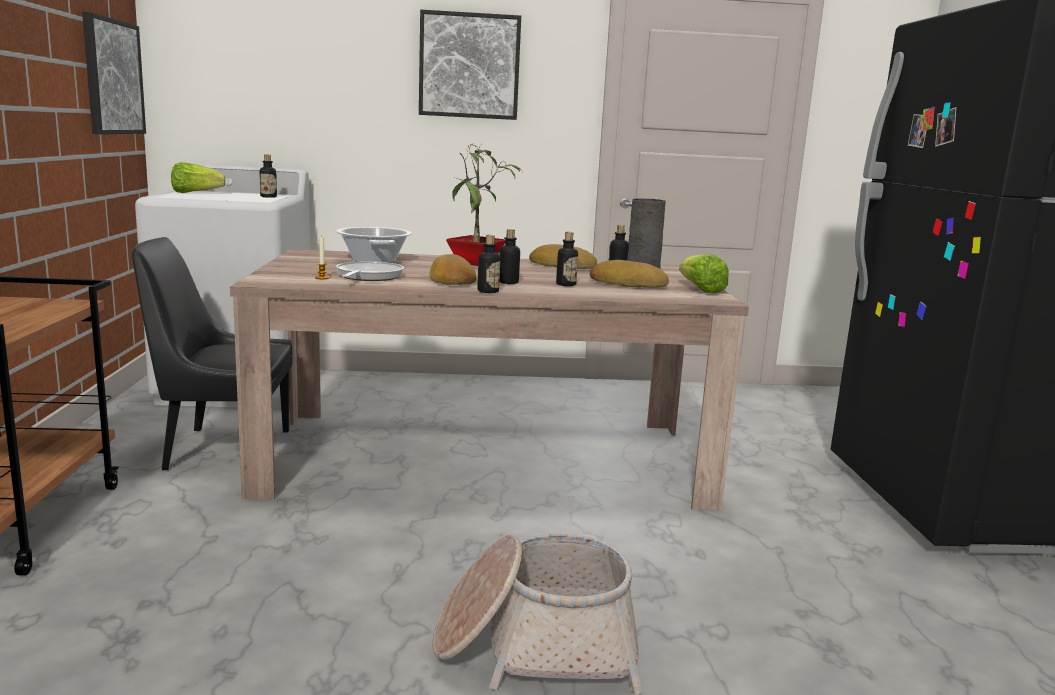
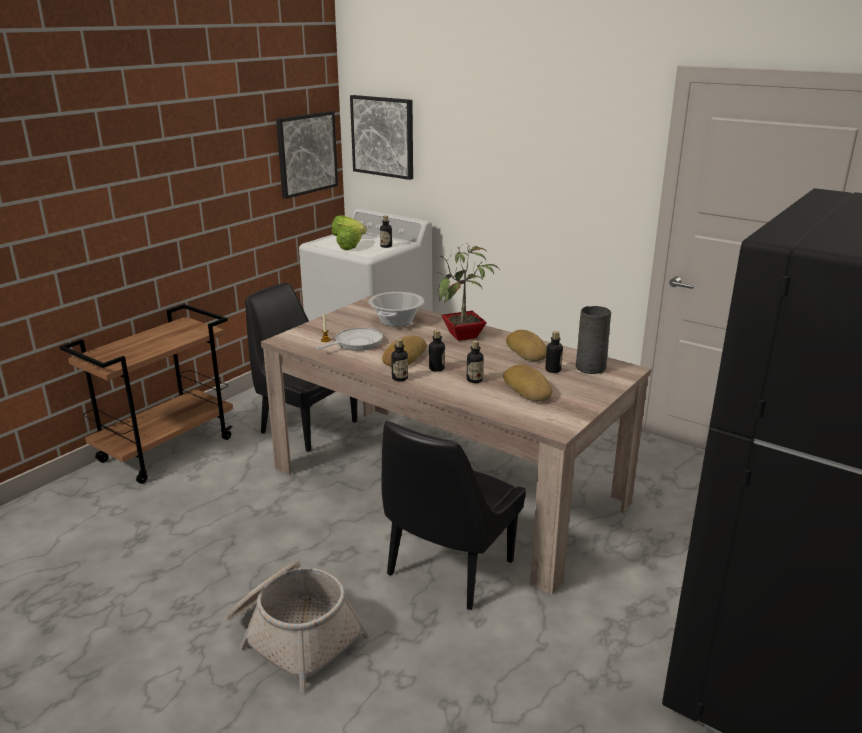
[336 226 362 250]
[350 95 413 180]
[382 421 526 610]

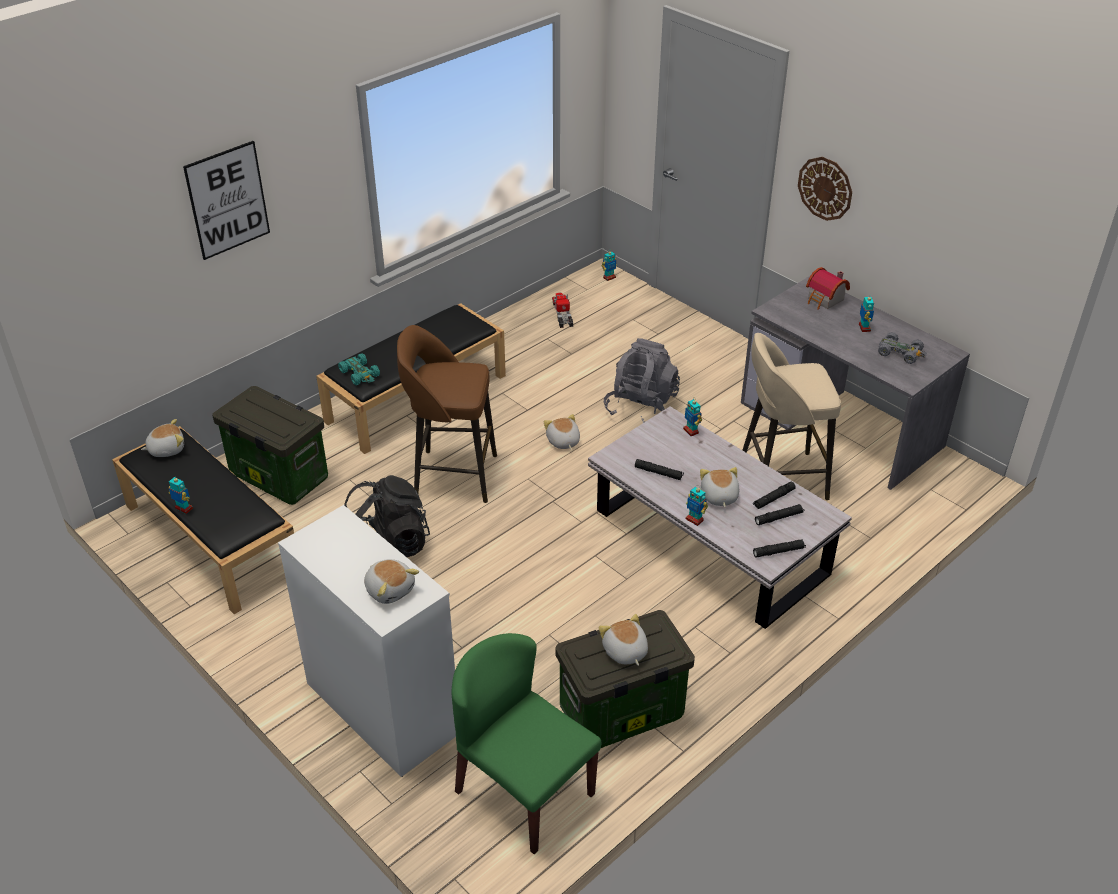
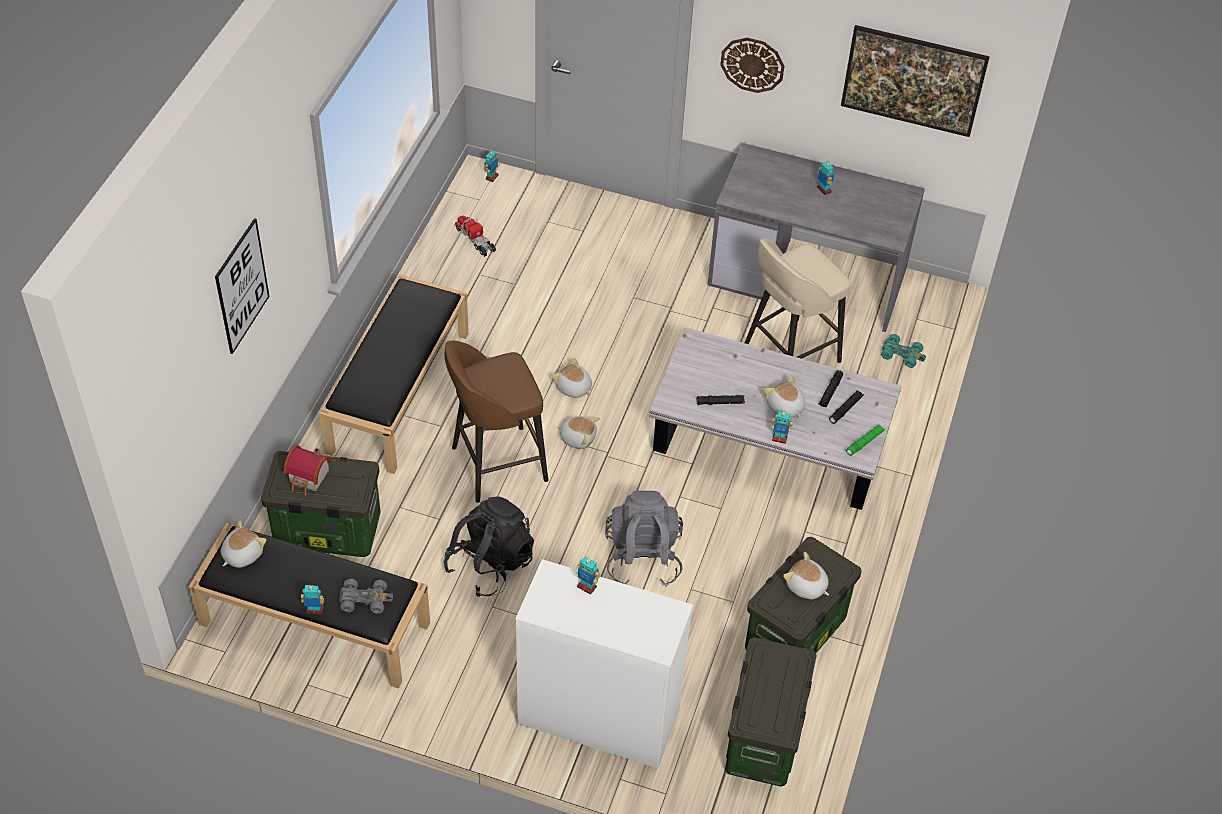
[284 445 332 496]
[340 579 393 614]
[557 416 600 449]
[576 557 601 595]
[605 491 683 587]
[725 637 817 787]
[841 25 990 137]
[846 425 885 456]
[881 334 926 368]

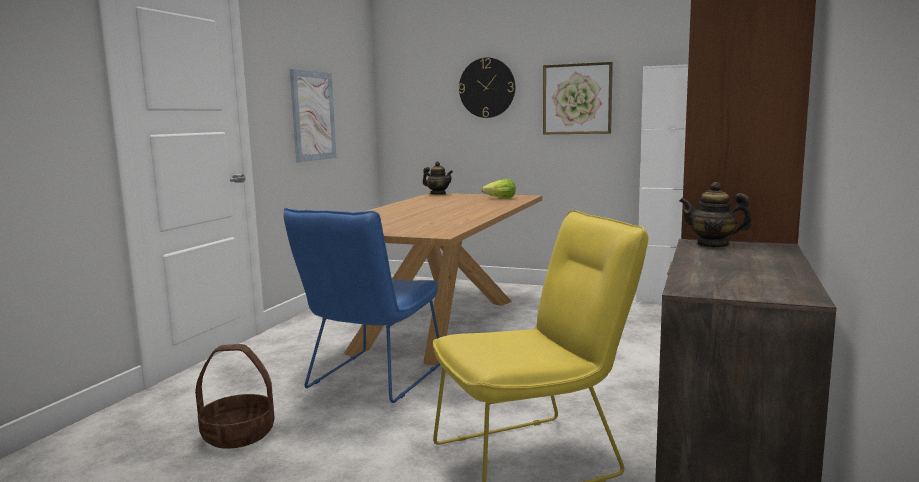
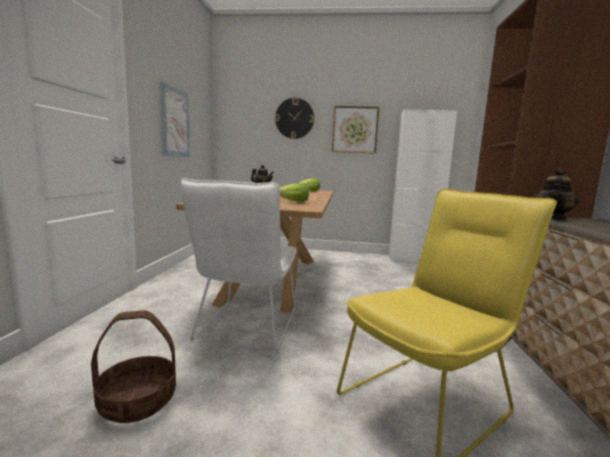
[180 178 296 351]
[279 183 309 202]
[533 168 579 221]

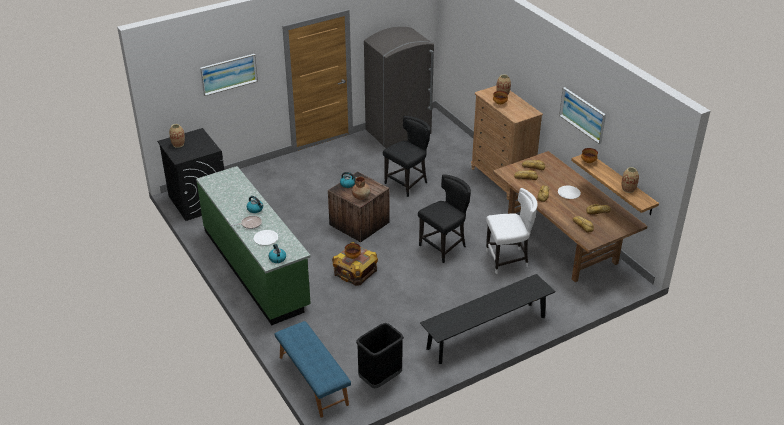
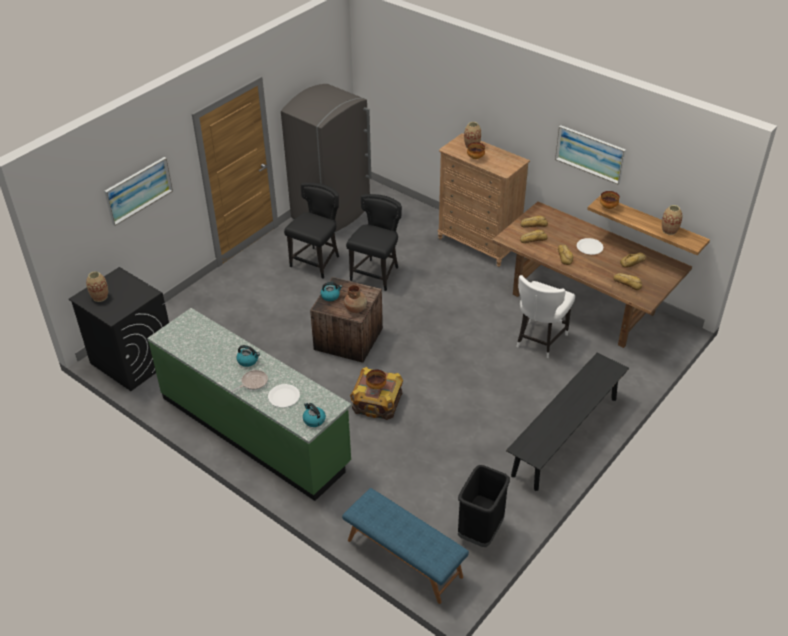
[284 183 339 279]
[516 275 575 358]

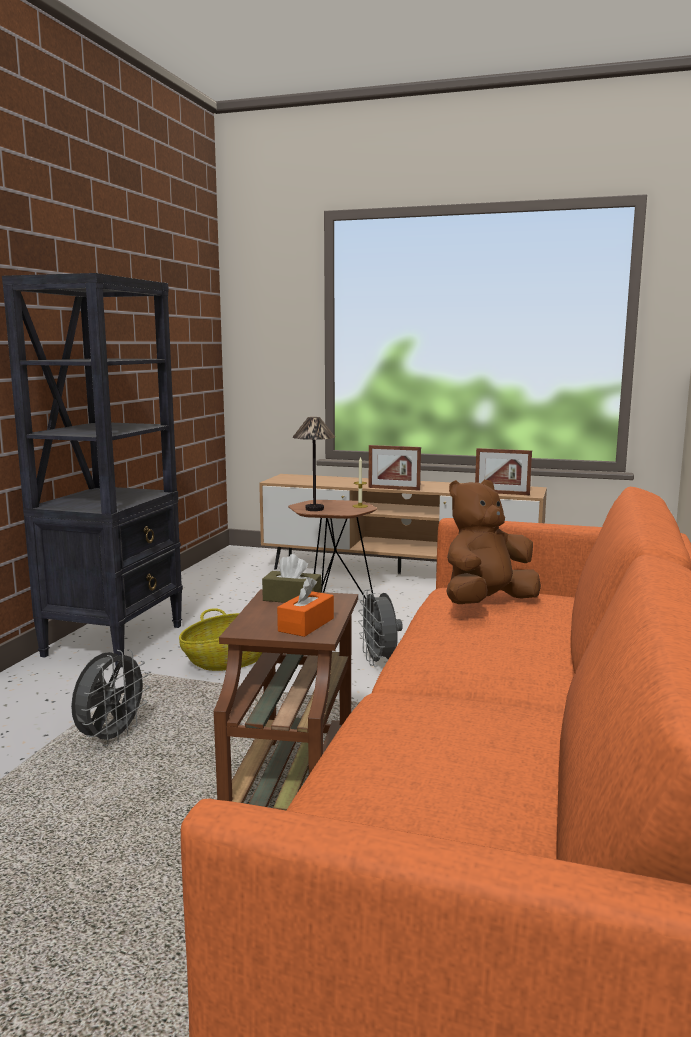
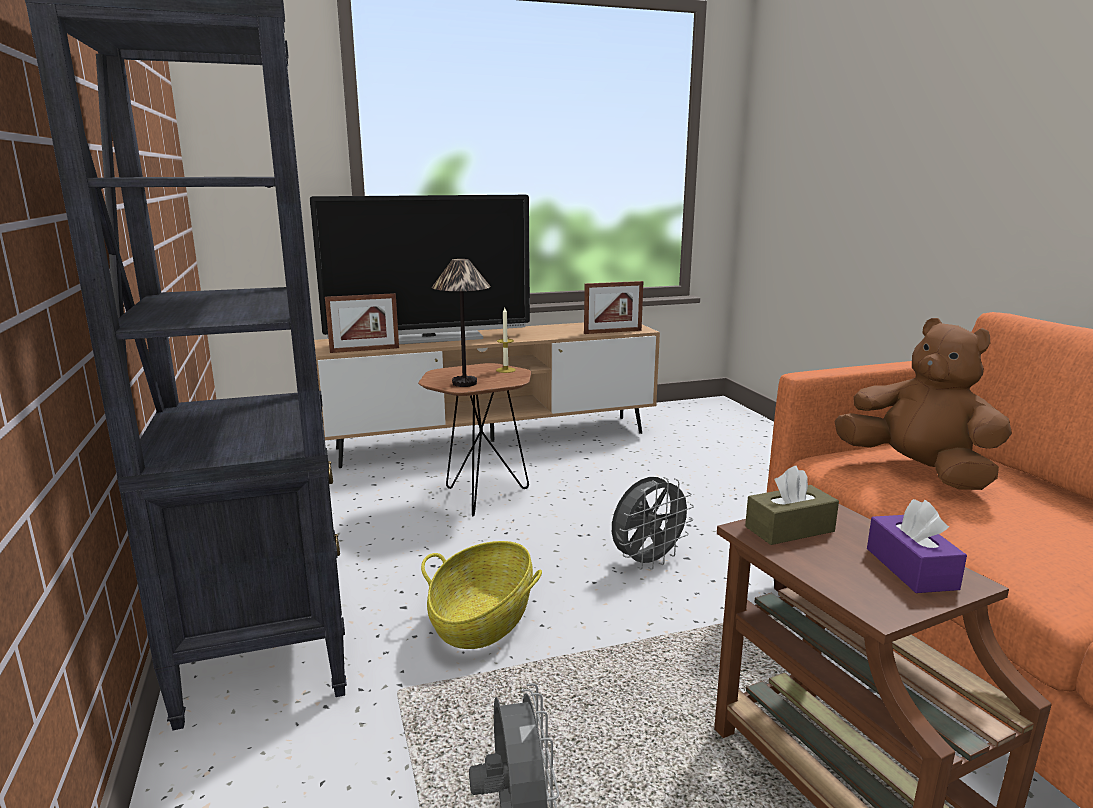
[310 195 530 344]
[325 293 399 353]
[612 477 694 570]
[834 318 1012 490]
[867 499 967 593]

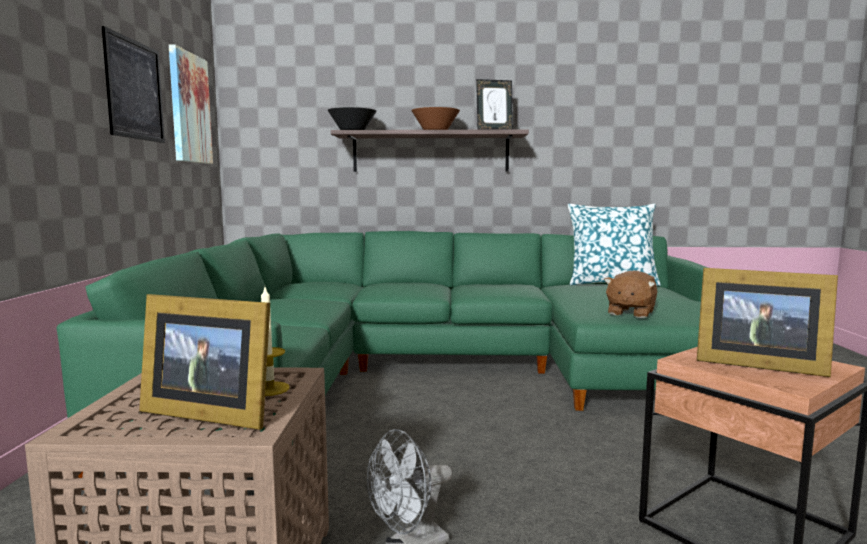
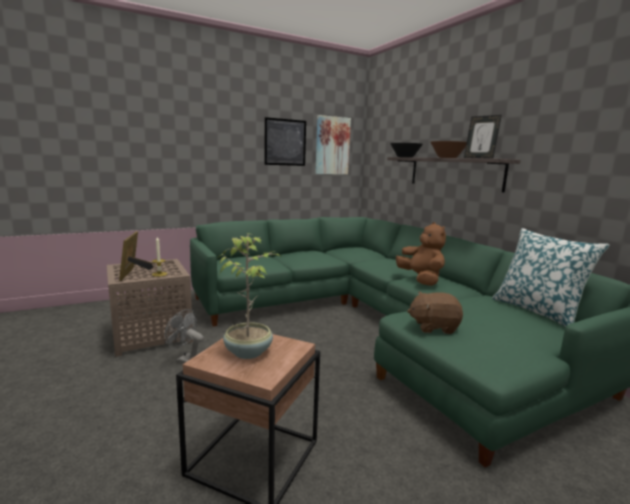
[218 233 280 359]
[396 222 446 286]

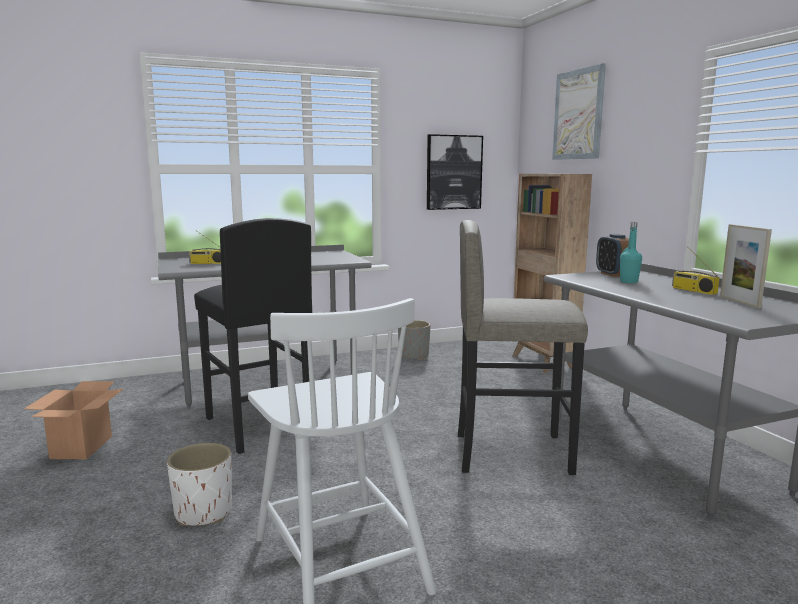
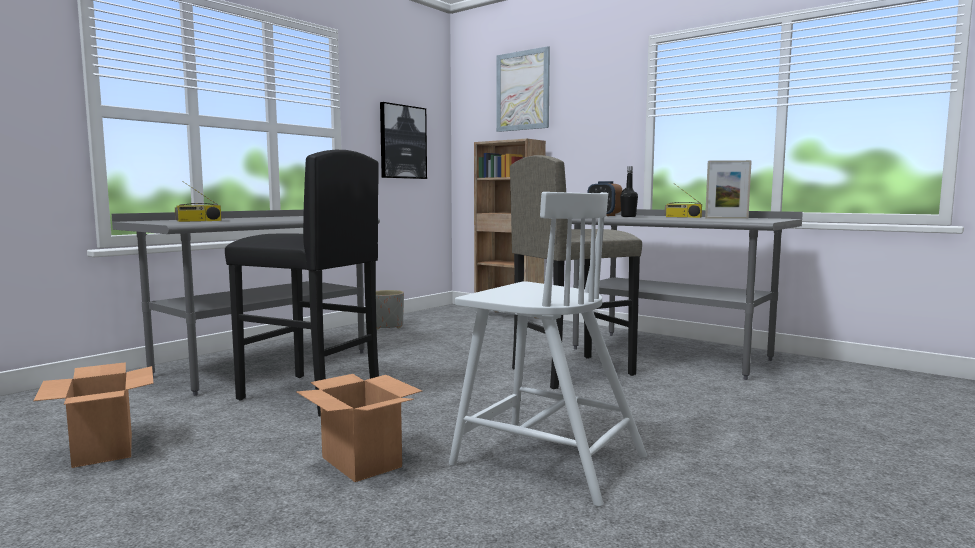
[296 374 422 482]
[620 166 638 217]
[705 160 752 219]

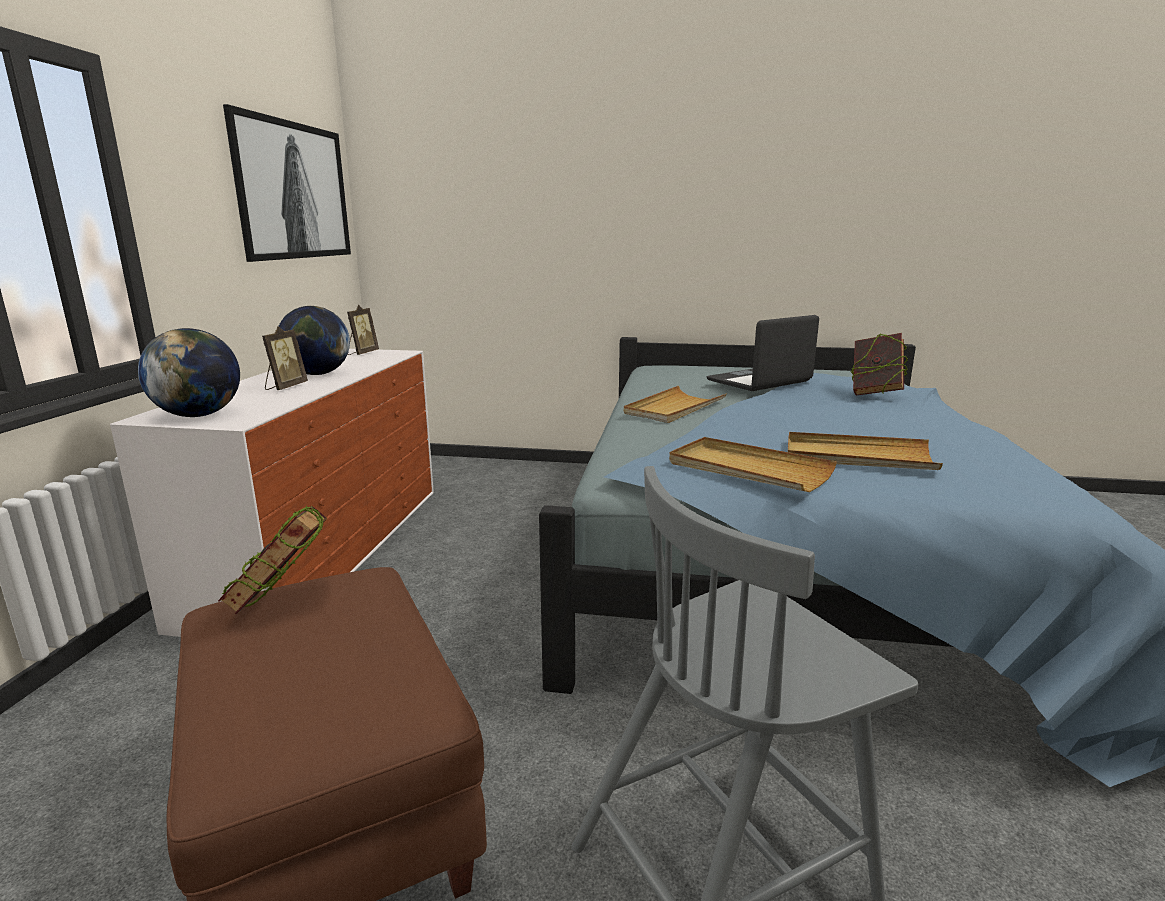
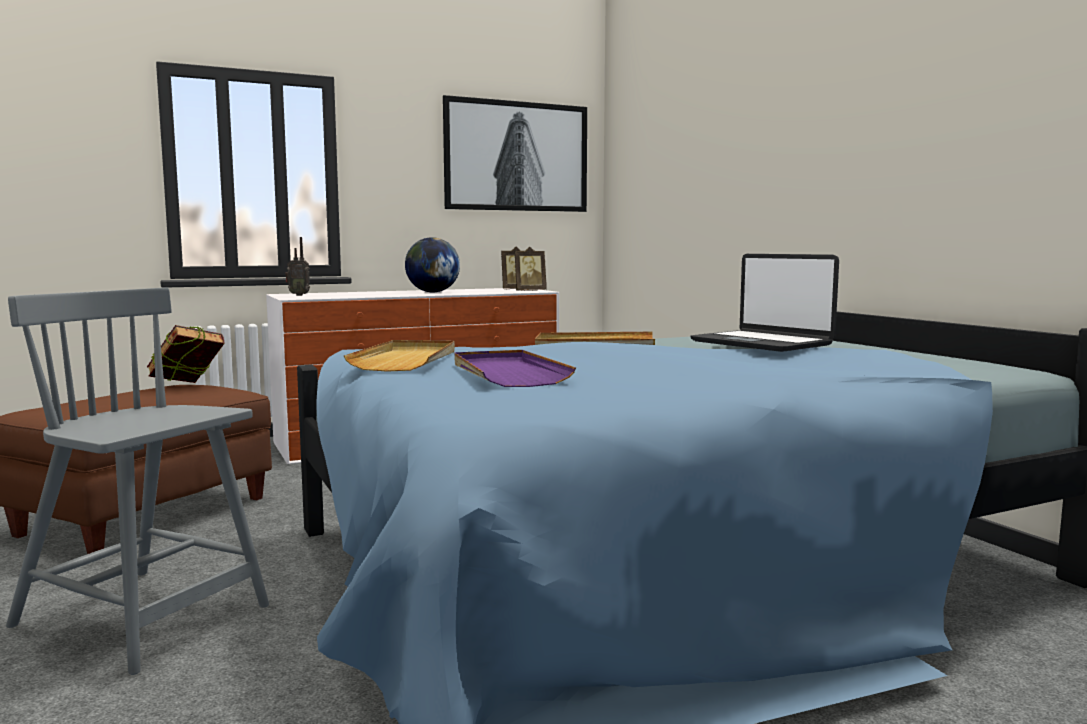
[285 237 310 296]
[455 350 576 387]
[515 247 547 291]
[690 254 839 352]
[851 333 908 396] (first image)

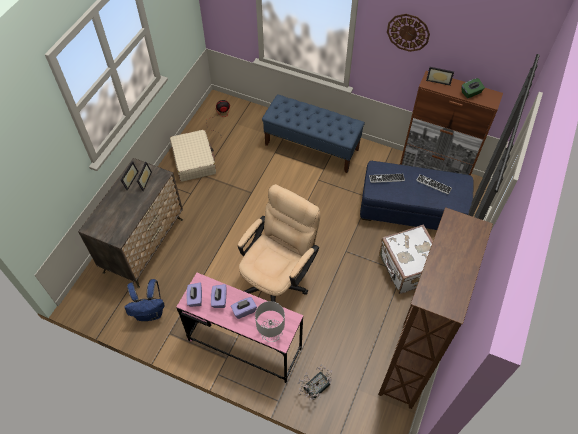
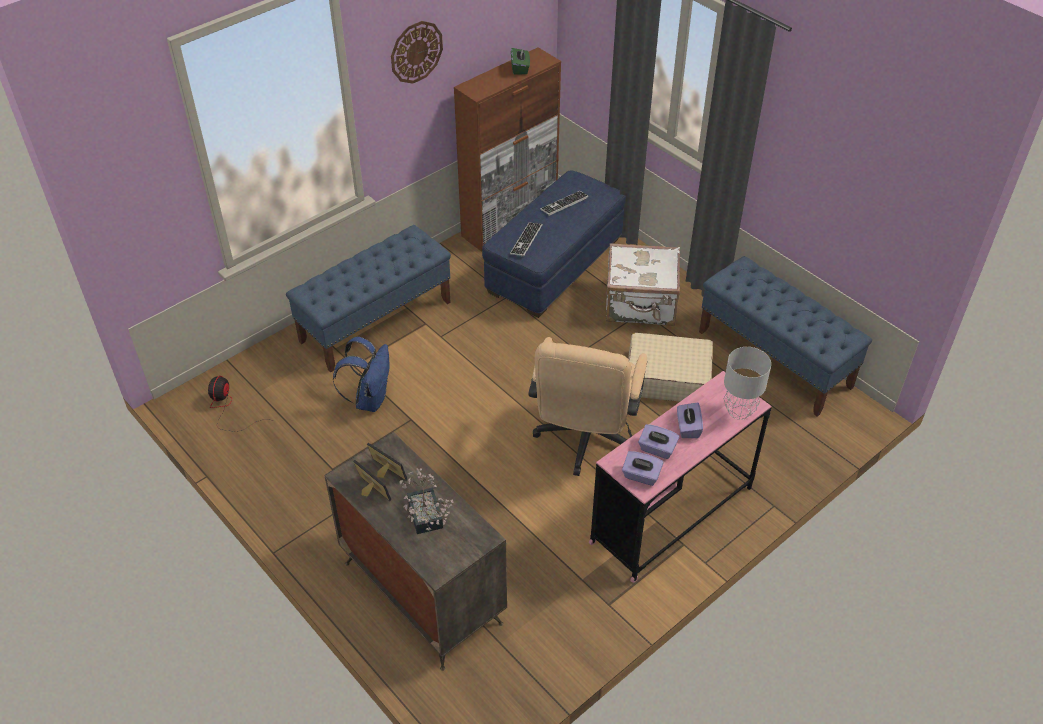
[333 337 390 412]
[400 468 454 534]
[528 337 647 476]
[628 333 713 402]
[699 256 872 417]
[426 67 454 86] (first image)

